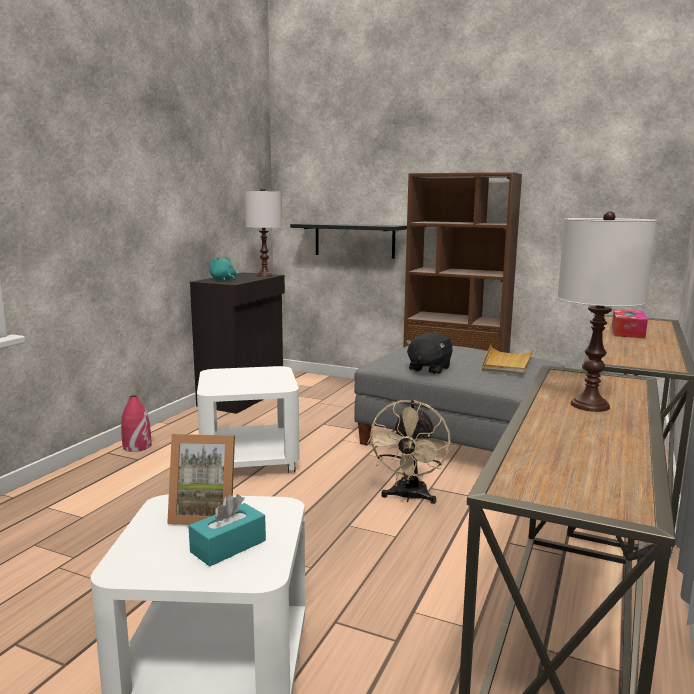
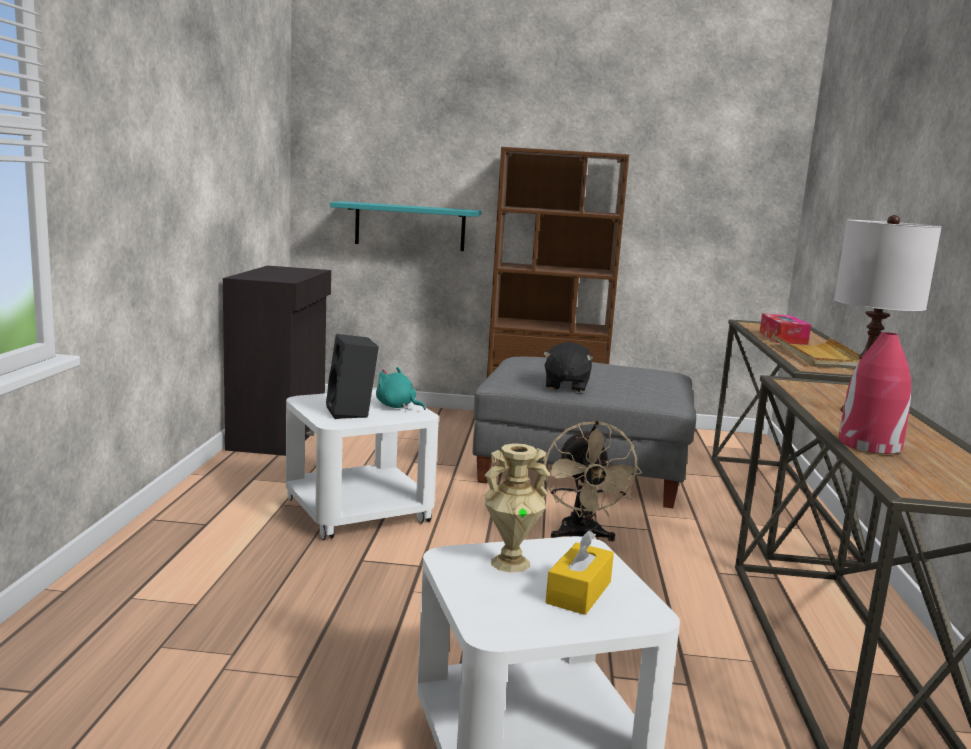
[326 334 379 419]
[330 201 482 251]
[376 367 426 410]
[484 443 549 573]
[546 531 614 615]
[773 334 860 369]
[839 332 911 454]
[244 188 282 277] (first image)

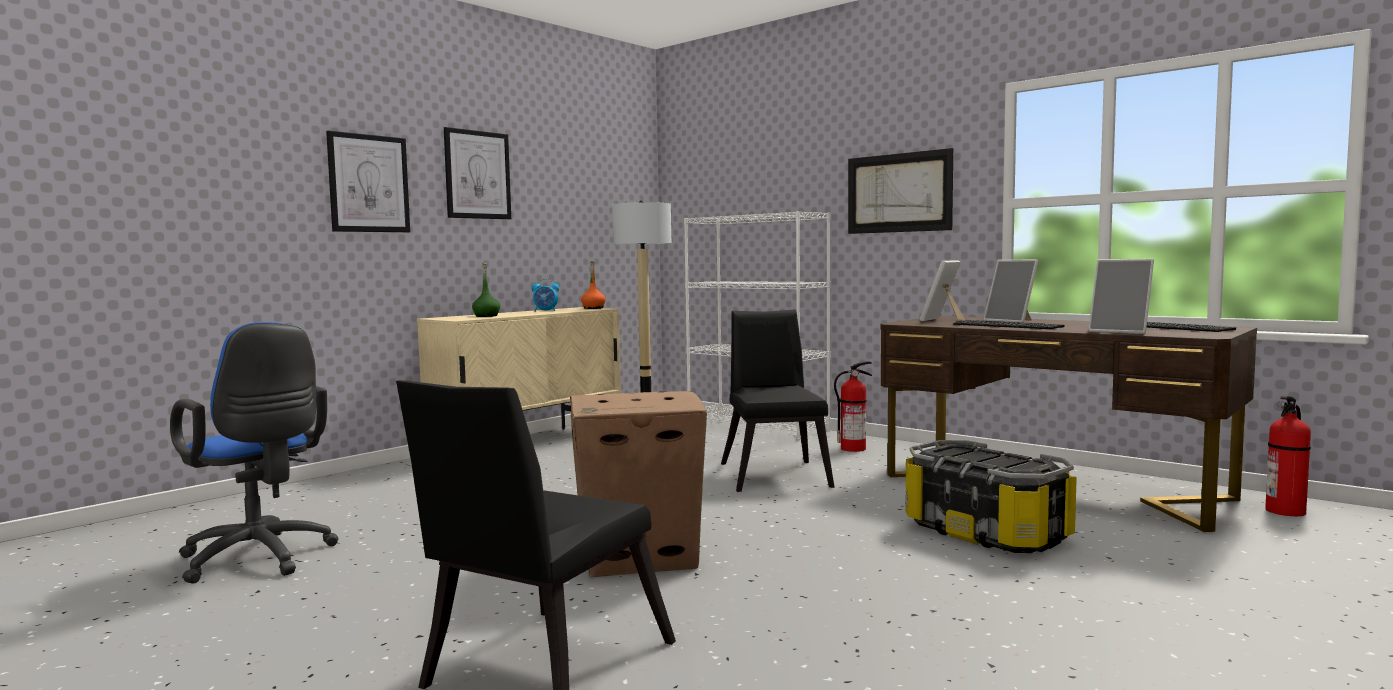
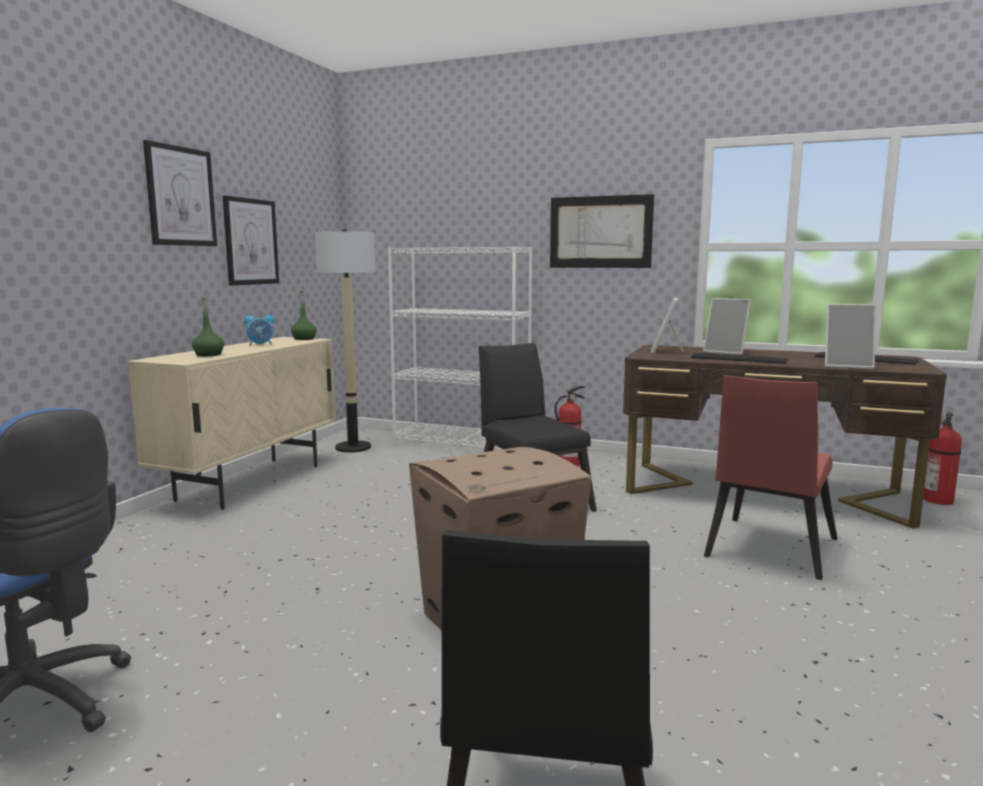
[223 196 279 285]
[291 291 317 340]
[704 375 838 580]

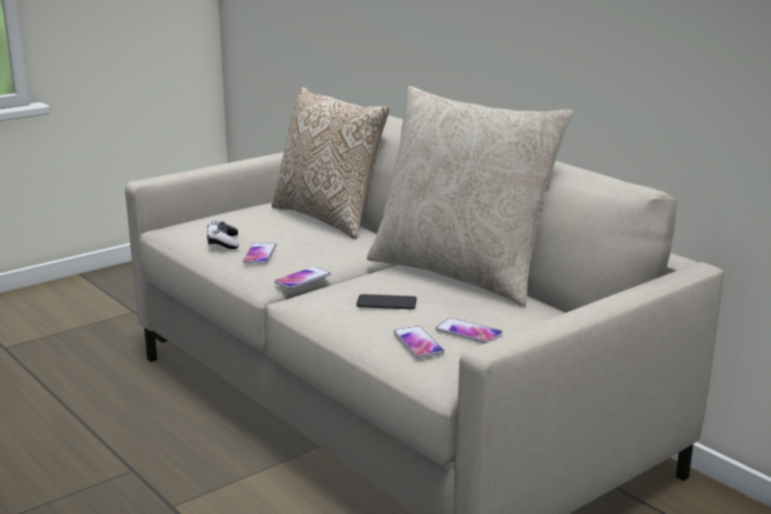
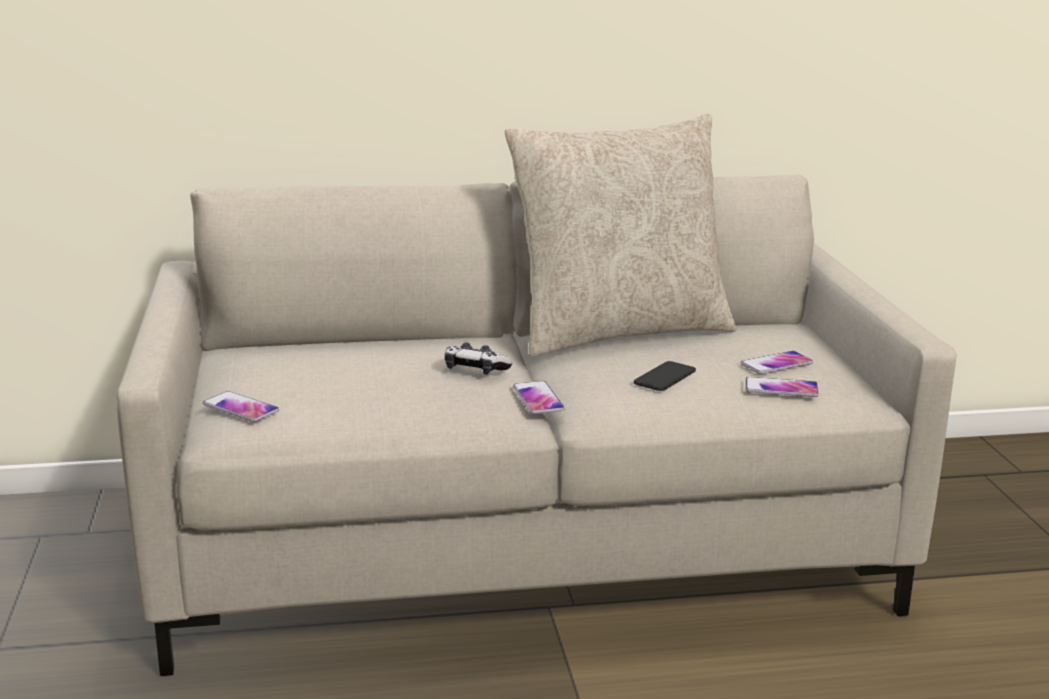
[203 391 279 422]
[445 342 512 375]
[272 87 390 239] (first image)

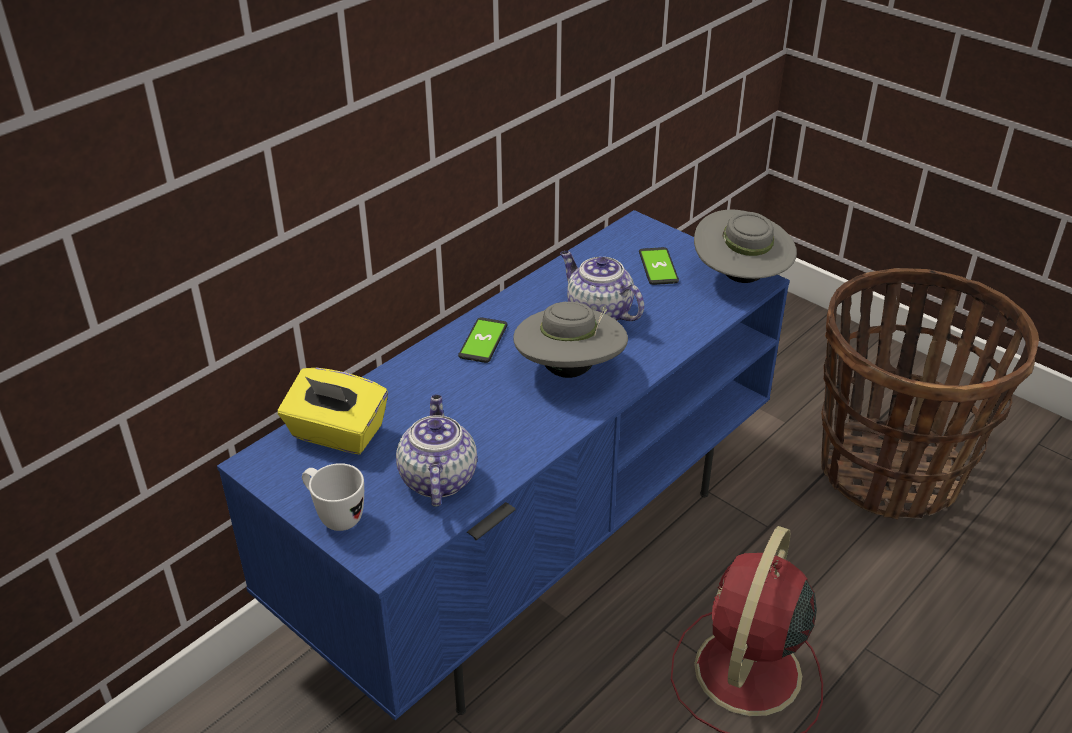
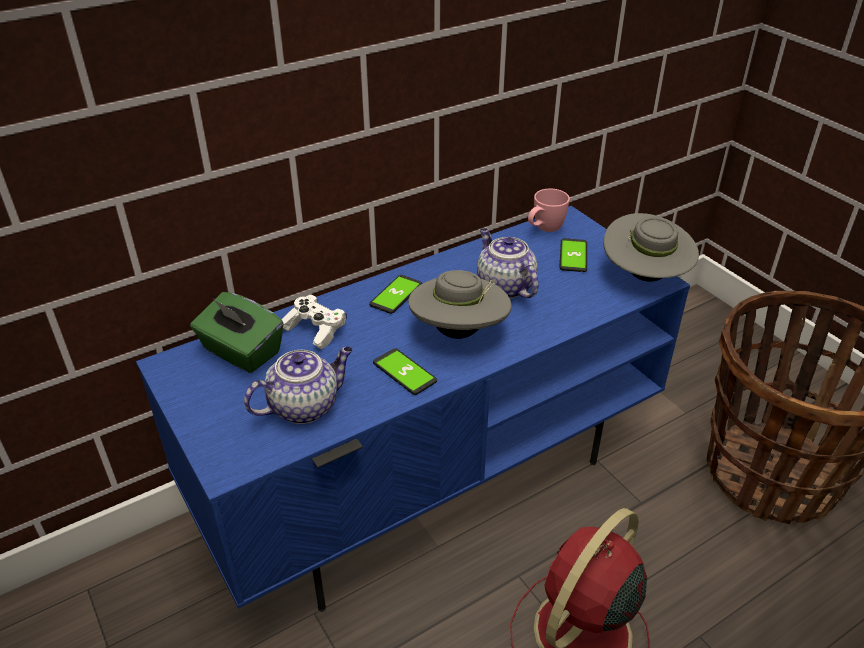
[190 292 283 373]
[244 347 353 424]
[281 295 347 350]
[373 348 437 395]
[528 189 570 232]
[302 463 364 531] (first image)

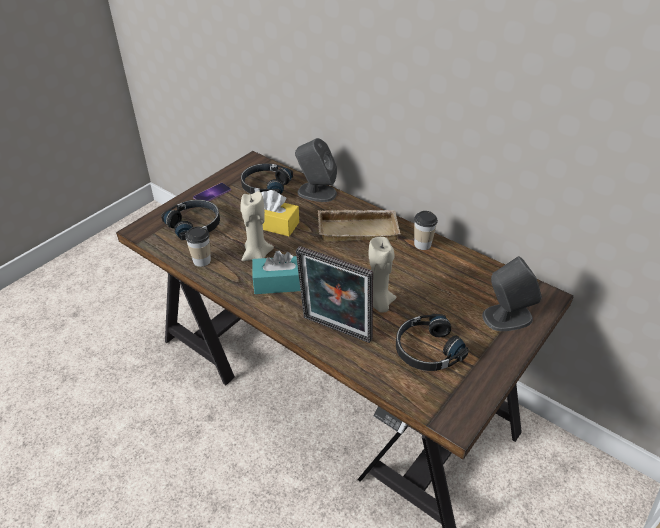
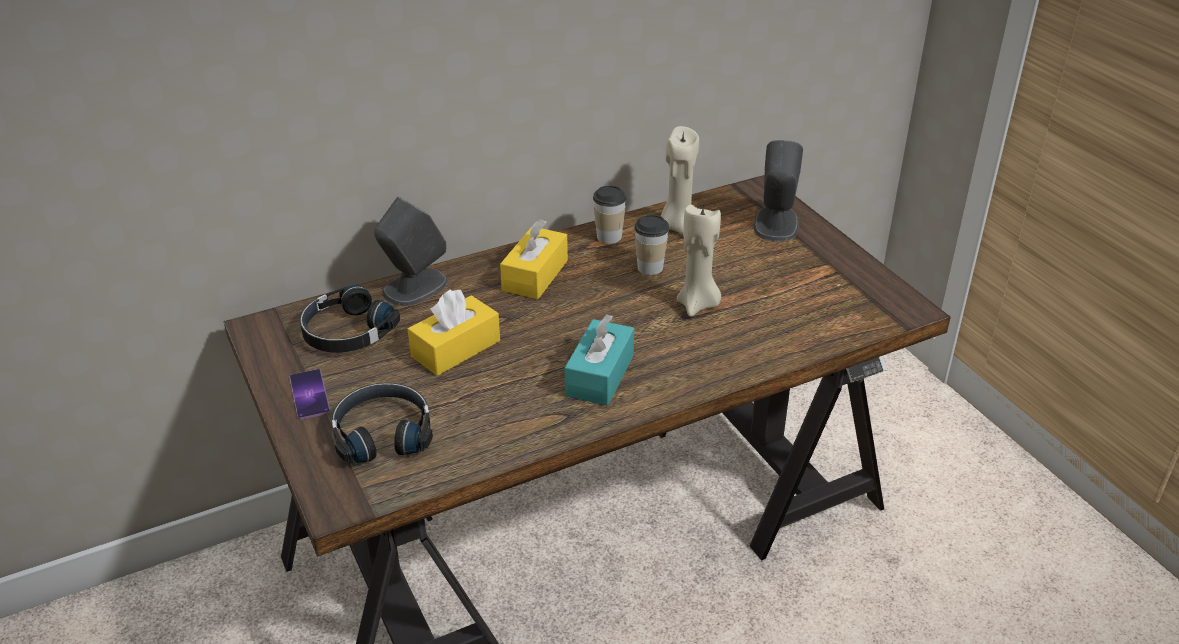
[500 219 568 299]
[634 215 669 275]
[661 126 699 234]
[296 246 373 343] (first image)
[396 314 469 371] (first image)

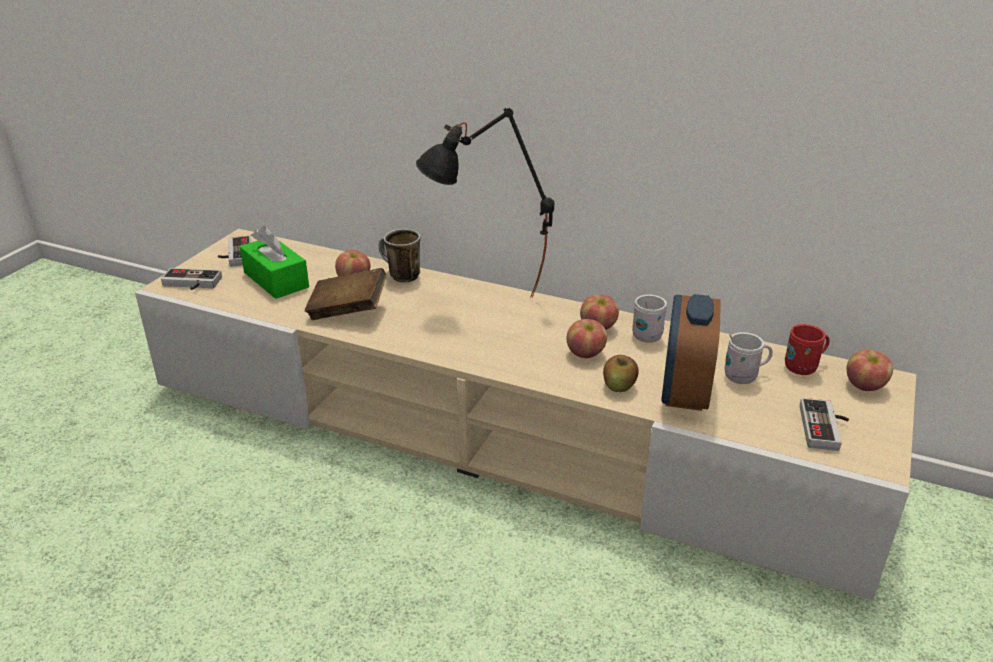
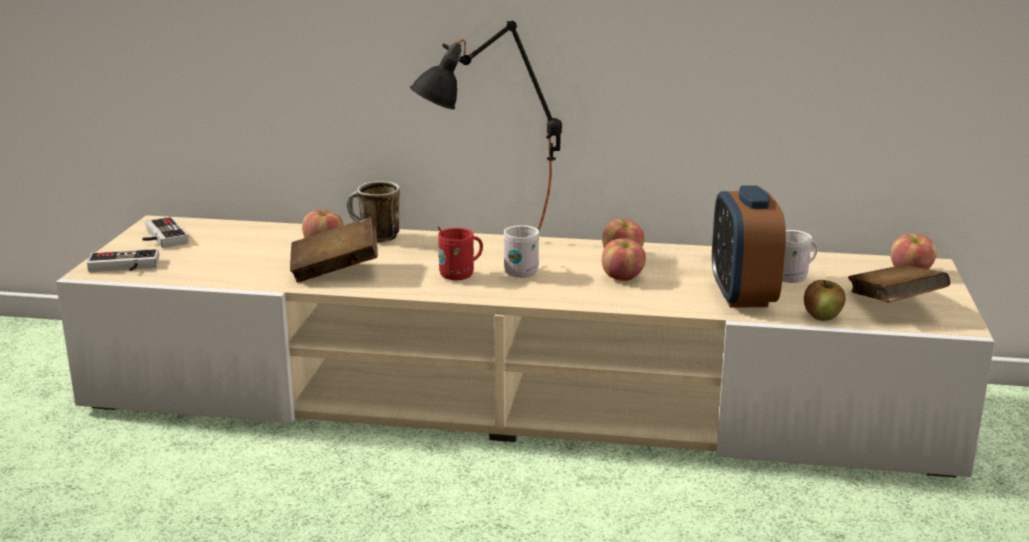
[438 227 483 280]
[504 225 539 278]
[804 280 845 321]
[848 265 950 302]
[240 226 309 299] (first image)

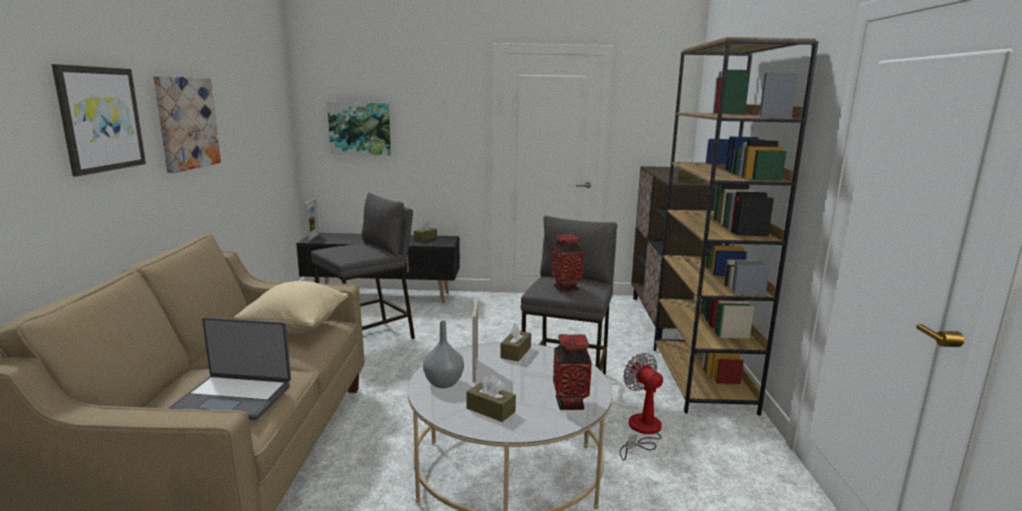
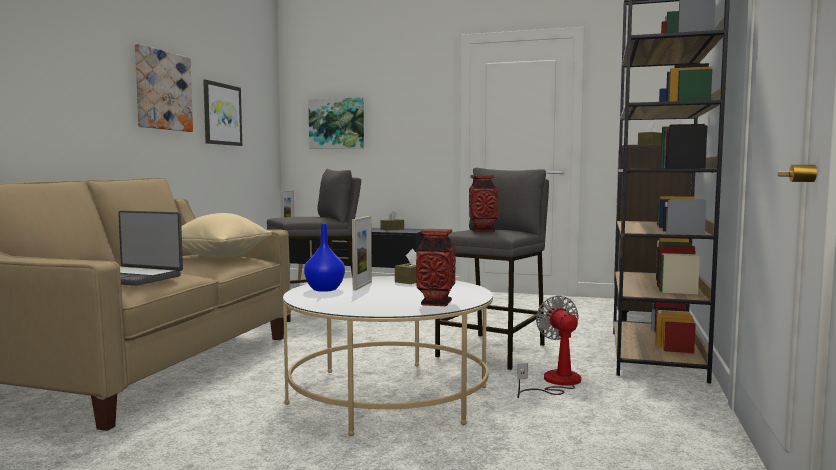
[203 80 242 146]
[304 224 345 292]
[466 375 516 422] (first image)

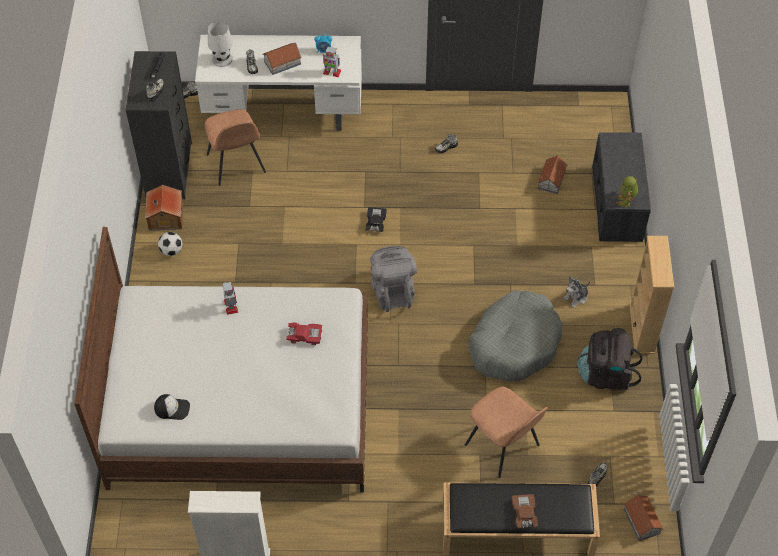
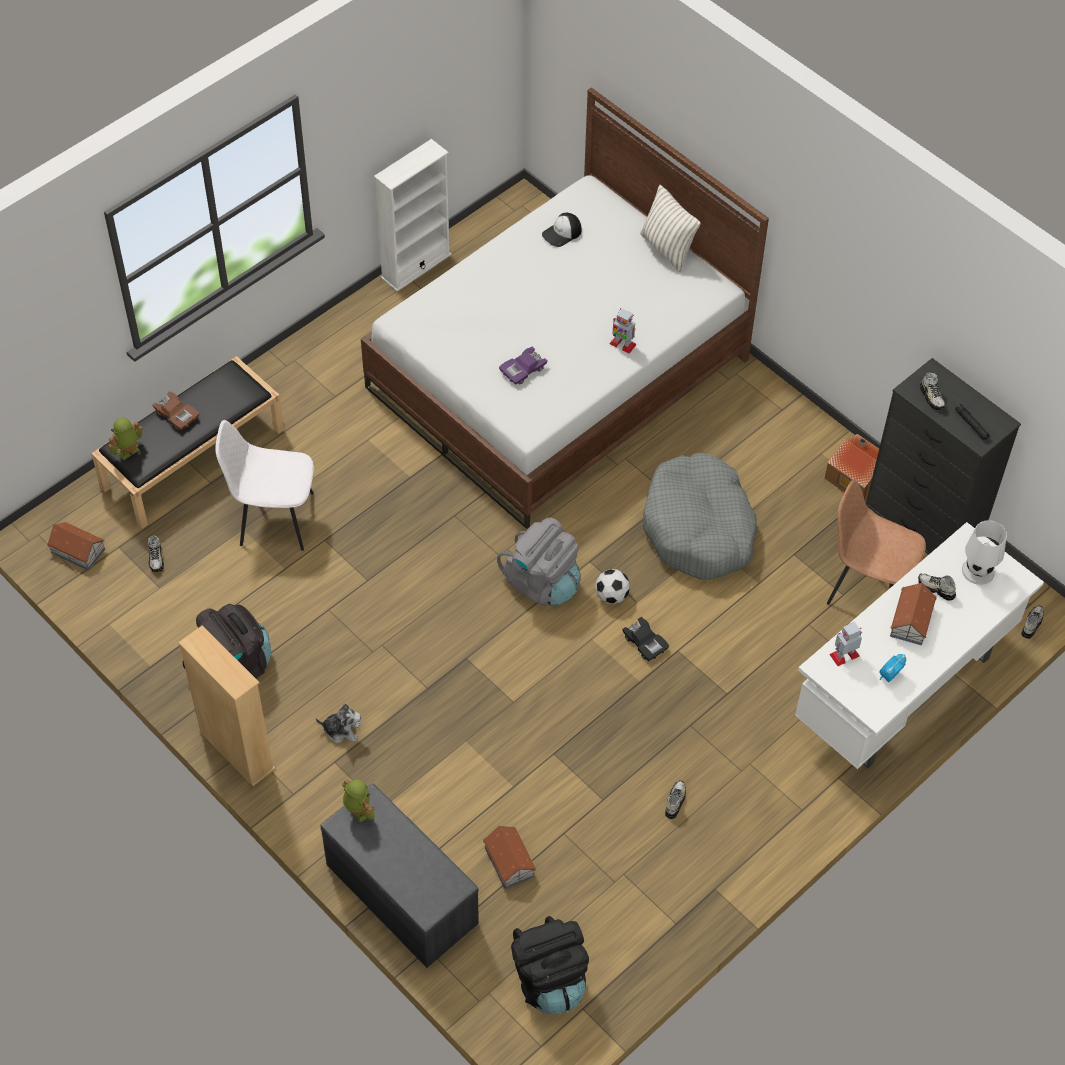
[108 418 143 460]
[215 420 314 551]
[316 704 361 744]
[499 346 548 385]
[511 916 589 1014]
[595 569 630 604]
[640 185 701 272]
[642 452 757 580]

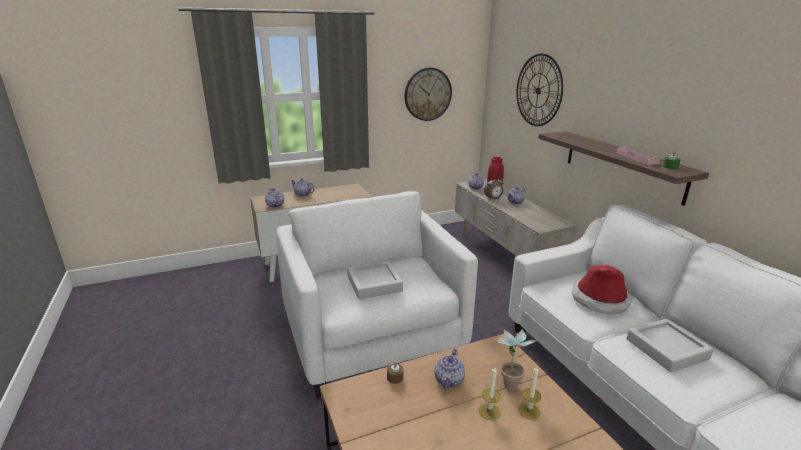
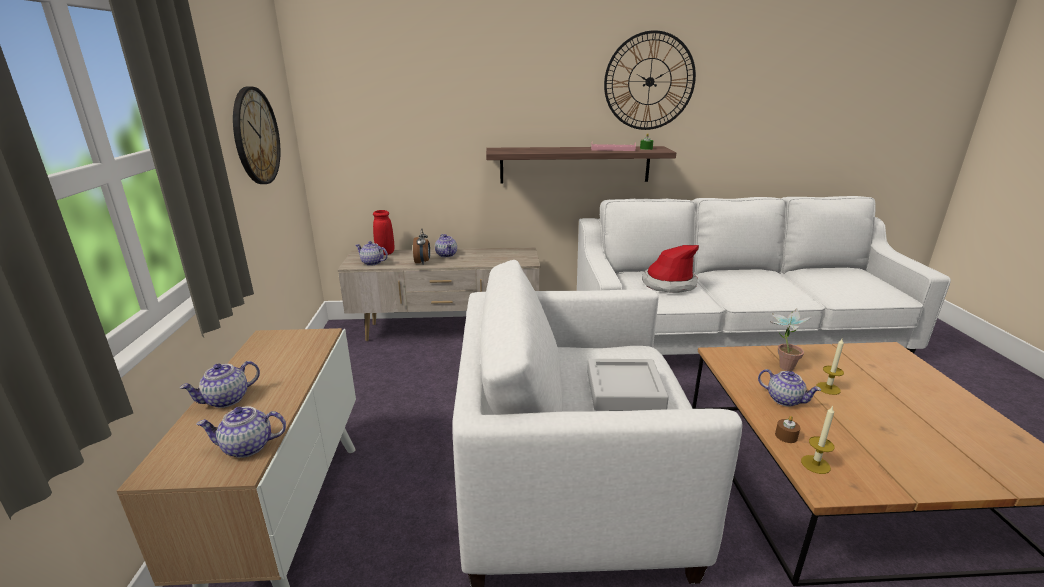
[604 30 696 130]
[801 405 835 474]
[626 319 714 372] (first image)

